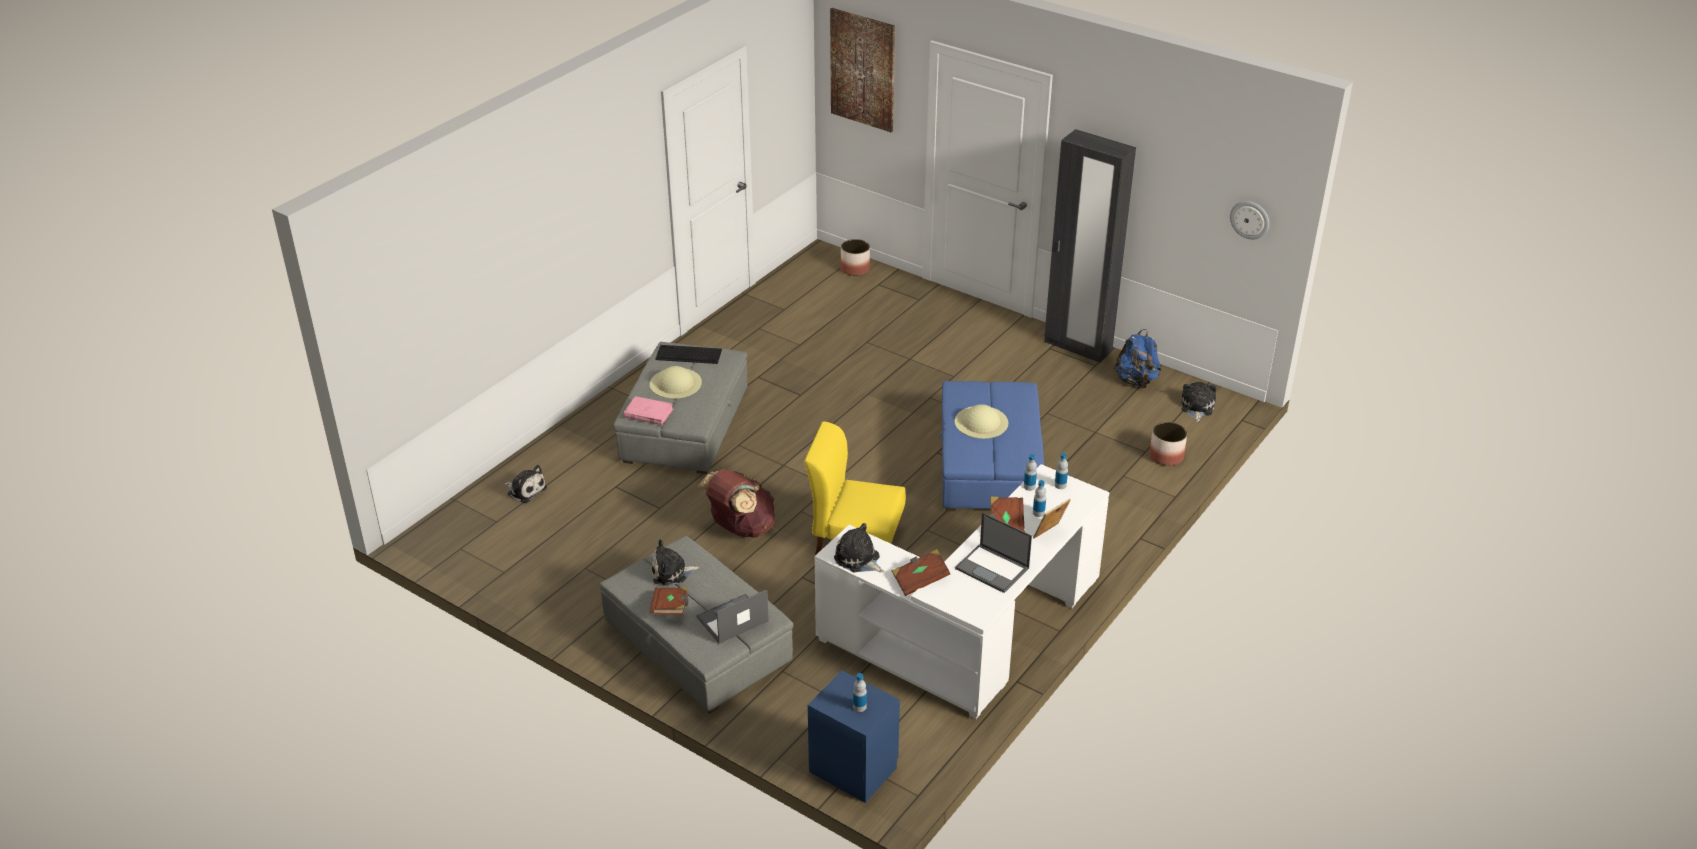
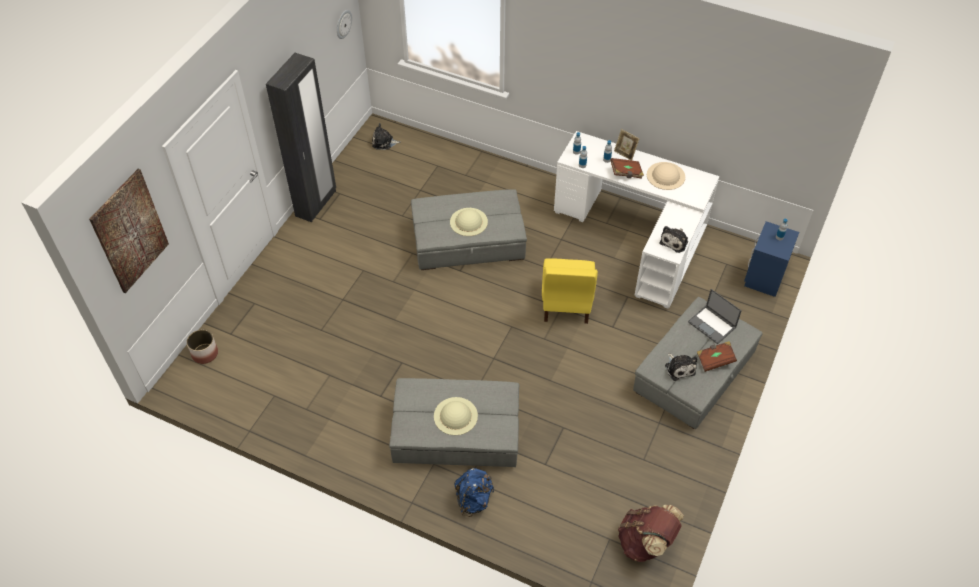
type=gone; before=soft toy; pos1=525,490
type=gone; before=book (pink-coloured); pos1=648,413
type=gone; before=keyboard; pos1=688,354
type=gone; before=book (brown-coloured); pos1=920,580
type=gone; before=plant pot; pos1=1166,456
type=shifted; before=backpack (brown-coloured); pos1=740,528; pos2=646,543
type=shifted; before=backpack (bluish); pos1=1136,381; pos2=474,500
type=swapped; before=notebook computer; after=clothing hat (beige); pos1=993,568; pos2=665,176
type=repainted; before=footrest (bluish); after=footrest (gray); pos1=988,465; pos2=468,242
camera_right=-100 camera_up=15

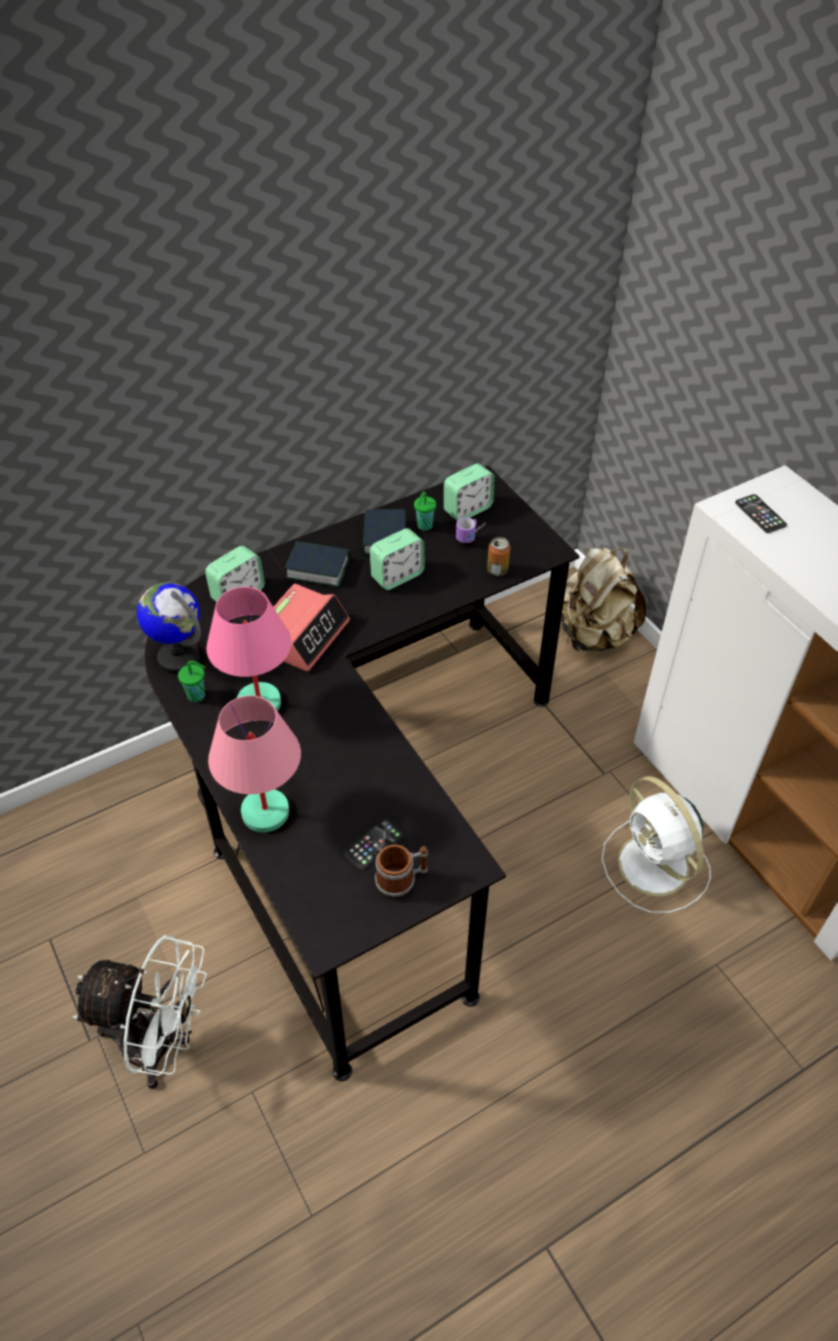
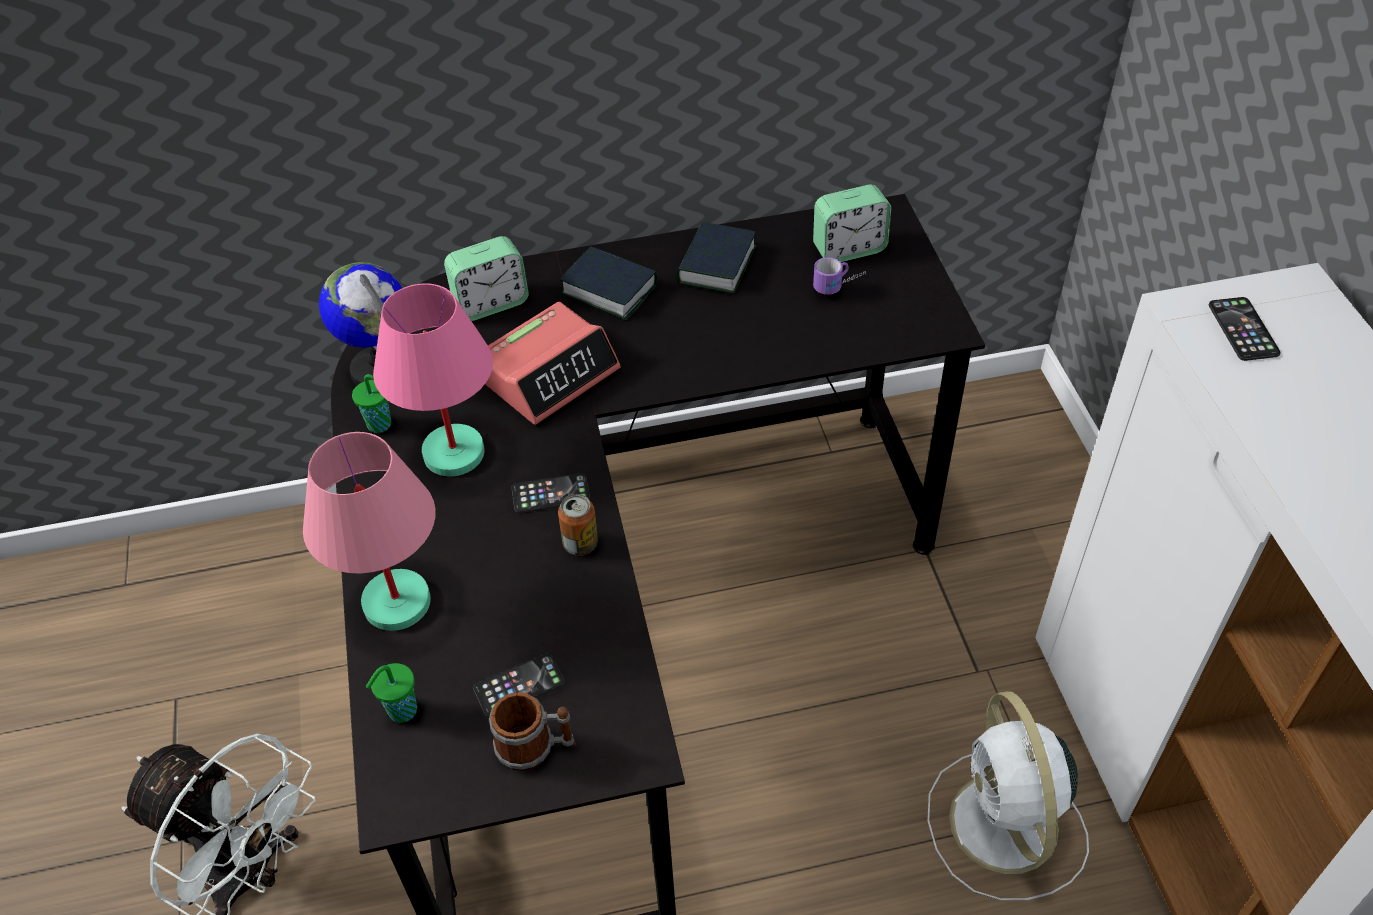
type=gone; before=table clock; pos1=397,576
type=gone; before=backpack (beige); pos1=593,635
type=new; after=handset; pos2=550,494
type=shifted; before=drinking cup (greenish); pos1=424,526; pos2=401,711
type=shifted; before=metal can; pos1=497,570; pos2=580,544
camera_right=20 camera_up=0

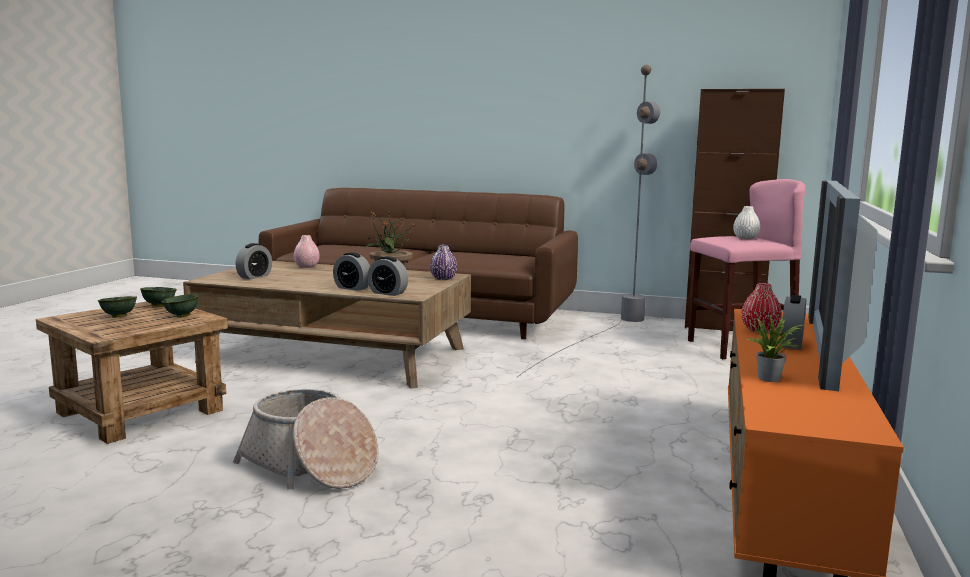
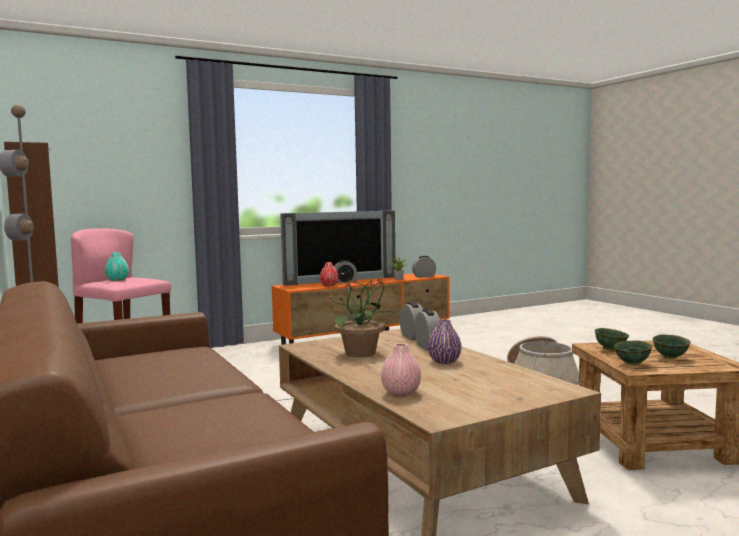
type=shifted; before=table clock; pos1=254,276; pos2=424,276
type=shifted; before=decorative vase (purplish); pos1=443,278; pos2=444,361
type=repainted; before=decorative vase (white); after=decorative vase (turquoise-coloured); pos1=745,238; pos2=117,280
camera_right=-135 camera_up=-5

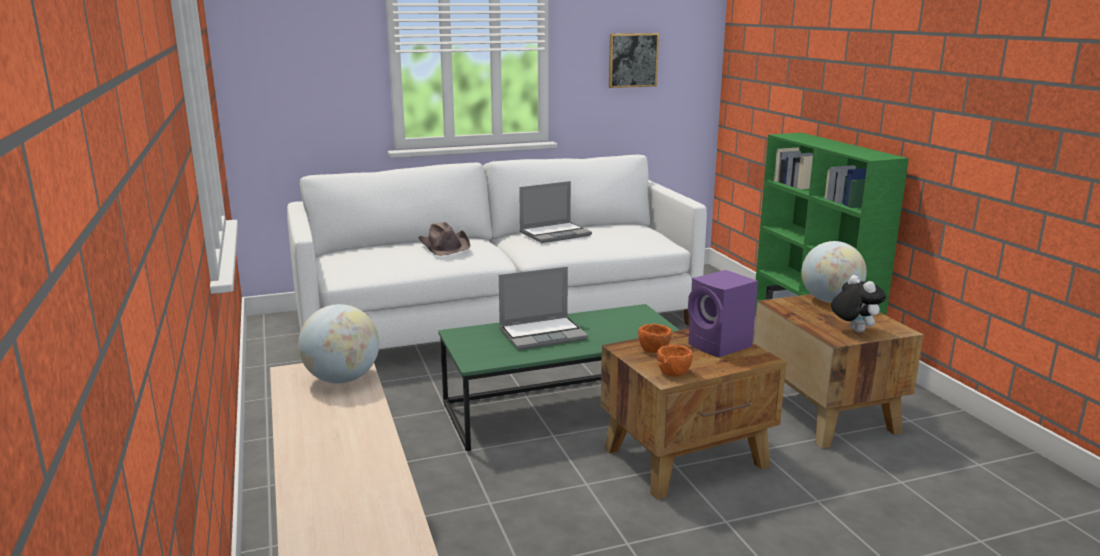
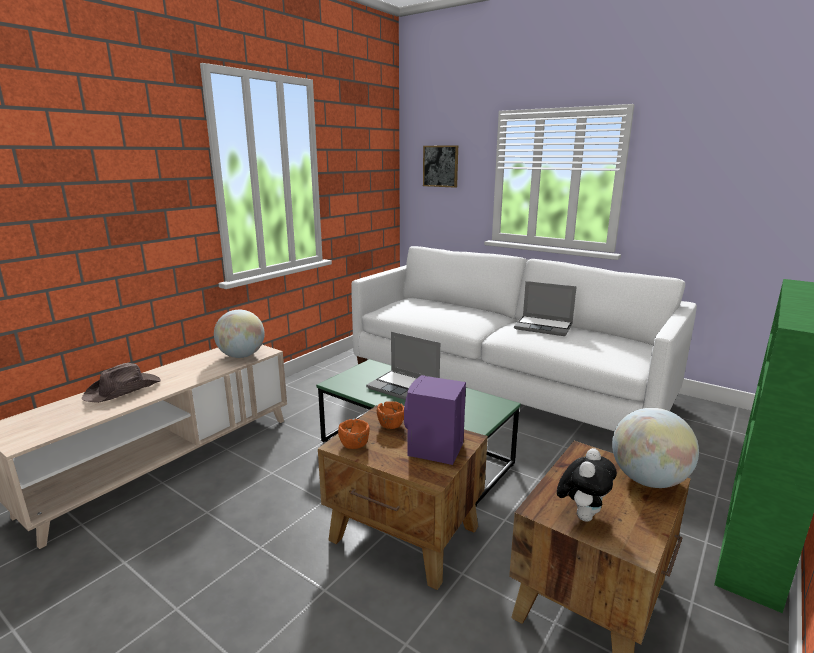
type=shifted; before=clothing hat (brown-coloured); pos1=445,246; pos2=124,390
type=shifted; before=wall art; pos1=633,60; pos2=440,166
camera_right=55 camera_up=0

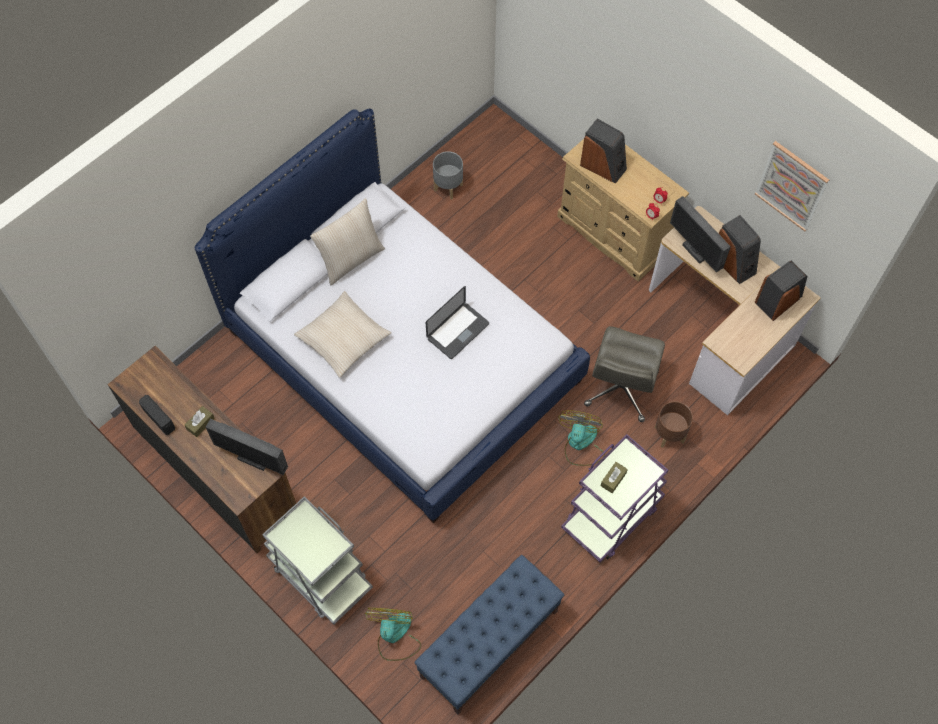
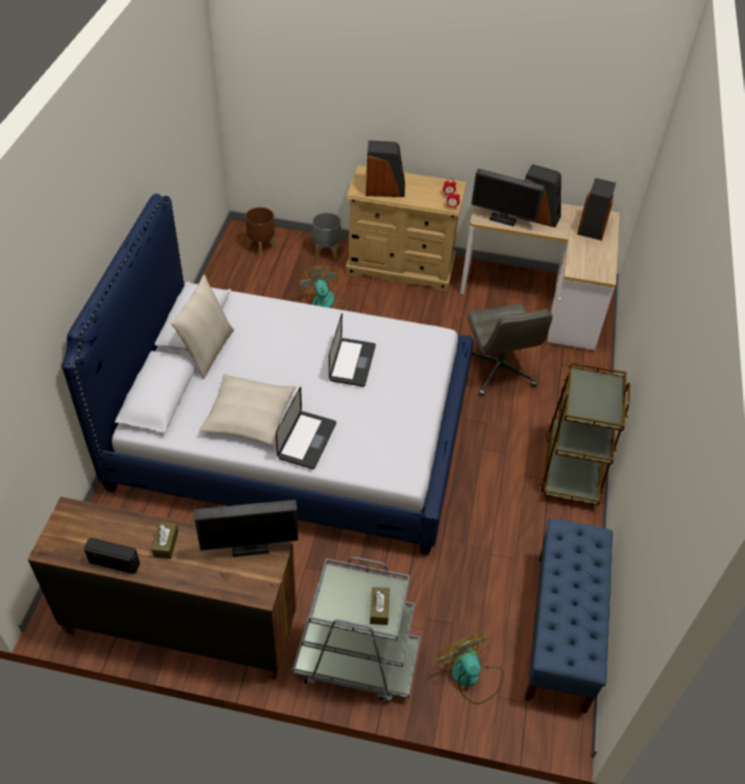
type=gone; before=wall art; pos1=791,186
type=new; after=notebook computer; pos2=307,440
type=shifted; before=plant pot (gray); pos1=448,187; pos2=326,251
type=shifted; before=cooling fan; pos1=580,444; pos2=326,306
type=shifted; before=box of tissues (brown-coloured); pos1=613,479; pos2=379,609
type=shifted; before=plant pot (brown-coloured); pos1=669,434; pos2=261,246
type=repainted; before=wheeled cart (purplish); after=wheeled cart (brown-coloured); pos1=611,516; pos2=572,468
camera_right=-35 camera_up=-15

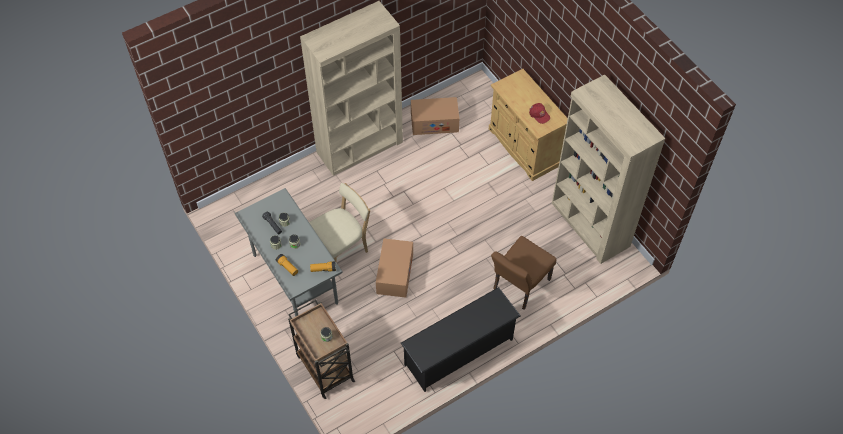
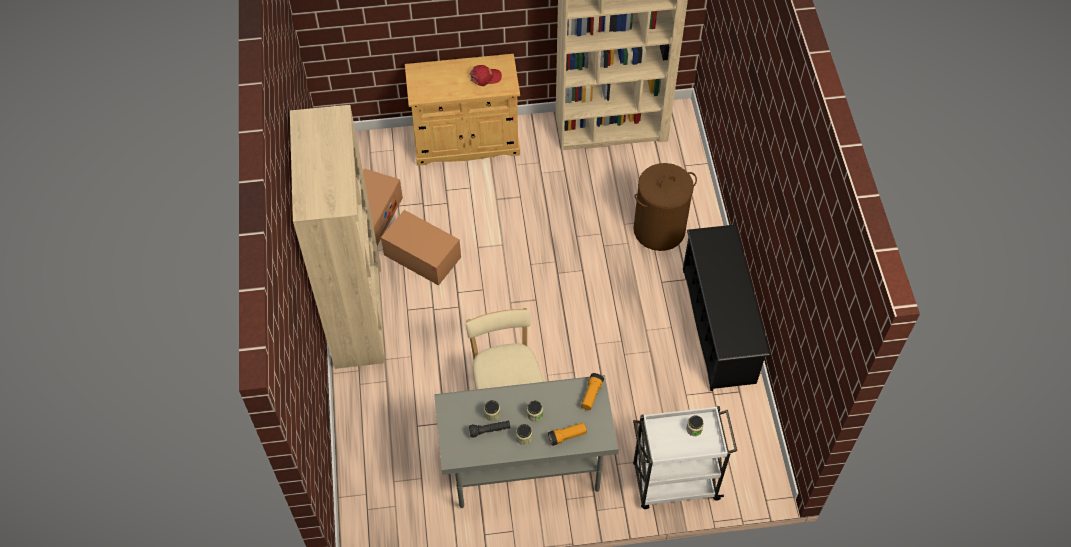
type=shifted; before=carton; pos1=395,273; pos2=422,256
type=swapped; before=chair (brown-coloured); after=washing basket (brown-coloured); pos1=518,287; pos2=659,230
type=repainted; before=wheeled cart (brown-coloured); after=wheeled cart (white); pos1=324,367; pos2=673,482
camera_right=-65 camera_up=0

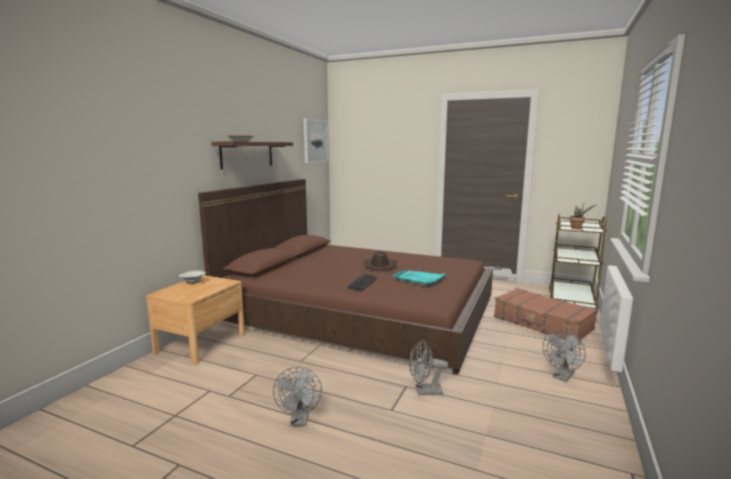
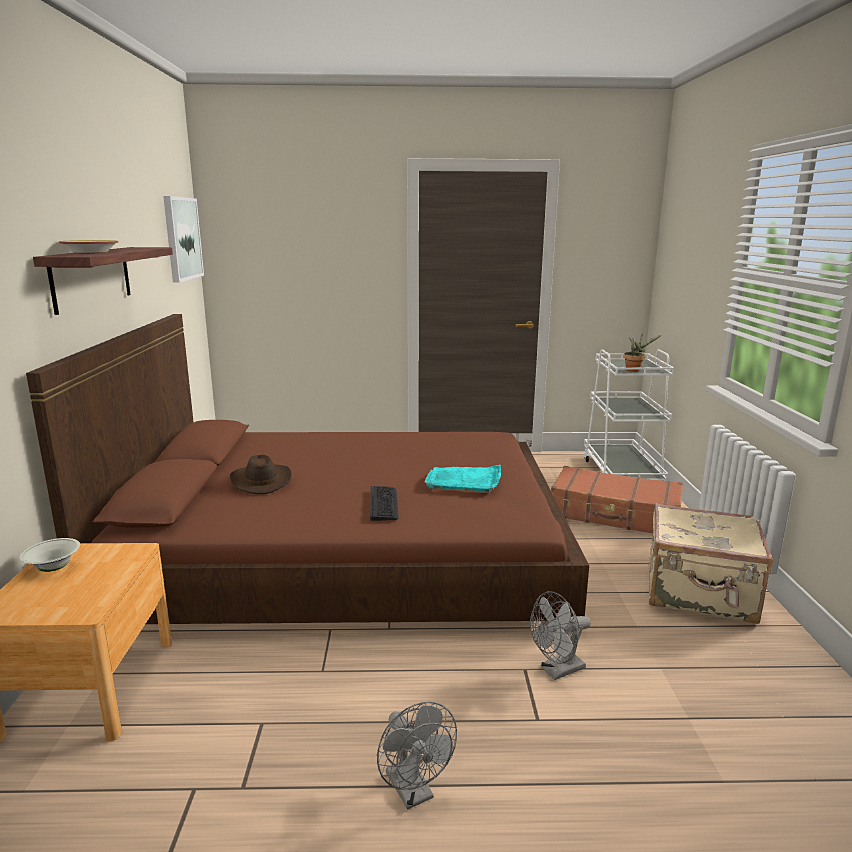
type=shifted; before=clothing hat (brown-coloured); pos1=380,265; pos2=260,481
type=swapped; before=cooling fan (gray); after=piece of luggage (beige); pos1=562,377; pos2=700,594
type=repainted; before=wheeled cart (brown-coloured); after=wheeled cart (white); pos1=571,302; pos2=621,472
camera_right=-25 camera_up=5

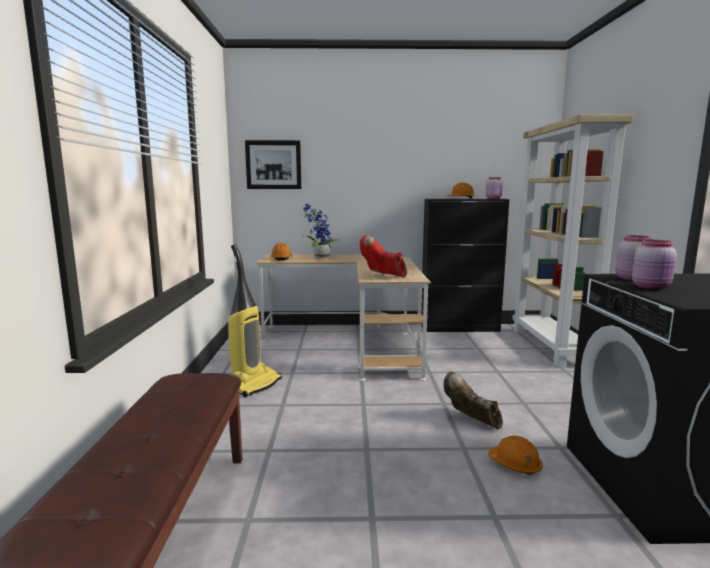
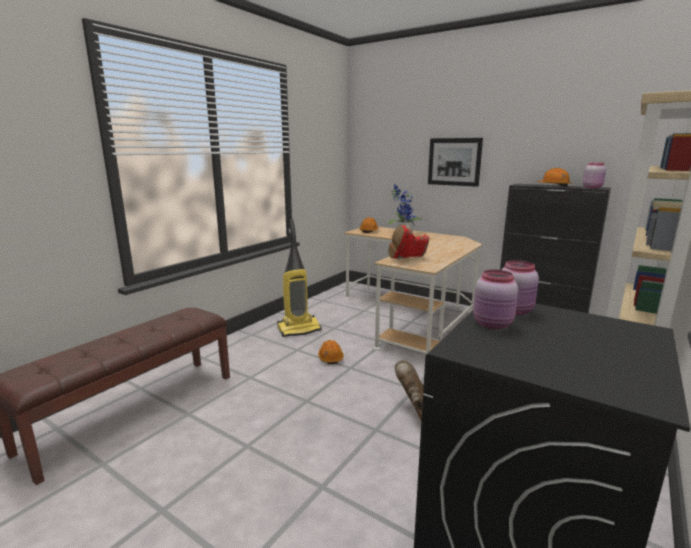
type=shifted; before=wall art; pos1=273,164; pos2=454,162
type=shifted; before=safety helmet (orange-coloured); pos1=515,464; pos2=330,358
type=rotated; before=high-top boot (reddish); pos1=383,276; pos2=407,260; turn=-105
camera_right=35 camera_up=5

